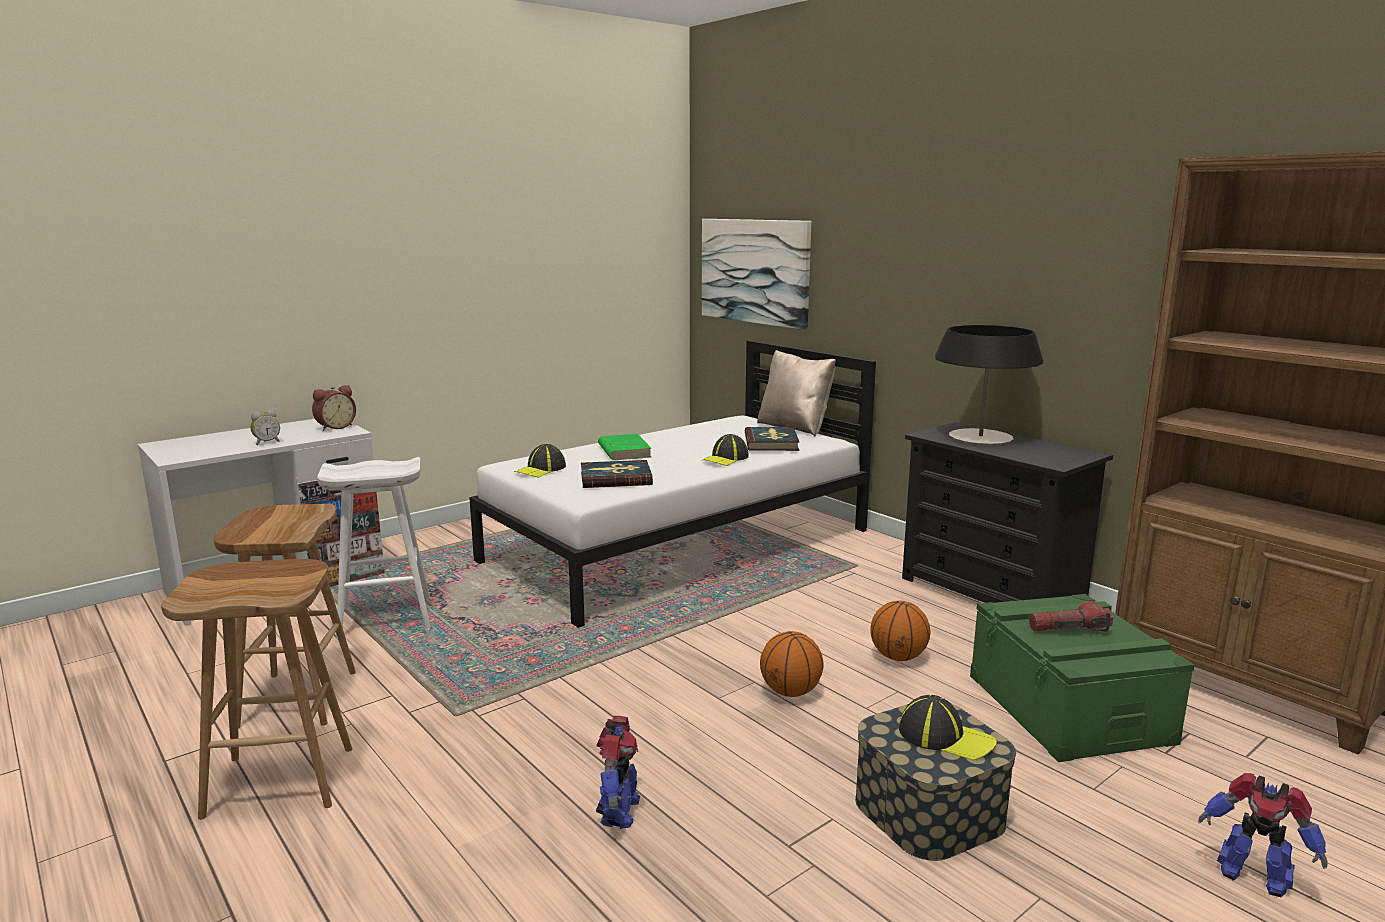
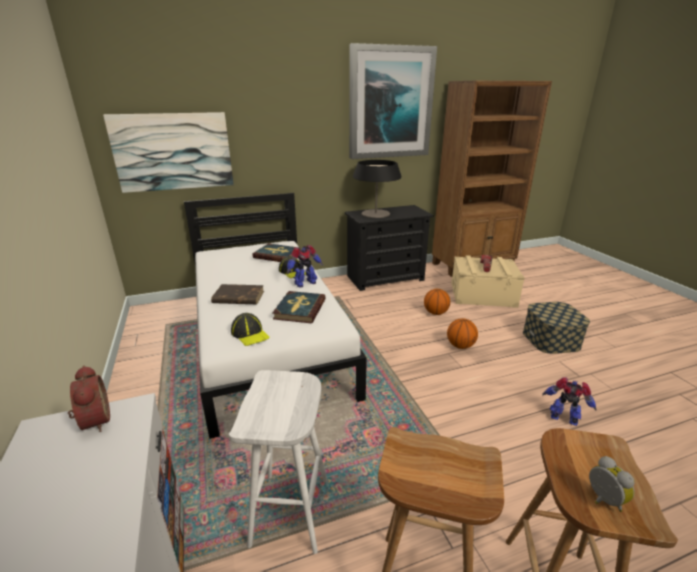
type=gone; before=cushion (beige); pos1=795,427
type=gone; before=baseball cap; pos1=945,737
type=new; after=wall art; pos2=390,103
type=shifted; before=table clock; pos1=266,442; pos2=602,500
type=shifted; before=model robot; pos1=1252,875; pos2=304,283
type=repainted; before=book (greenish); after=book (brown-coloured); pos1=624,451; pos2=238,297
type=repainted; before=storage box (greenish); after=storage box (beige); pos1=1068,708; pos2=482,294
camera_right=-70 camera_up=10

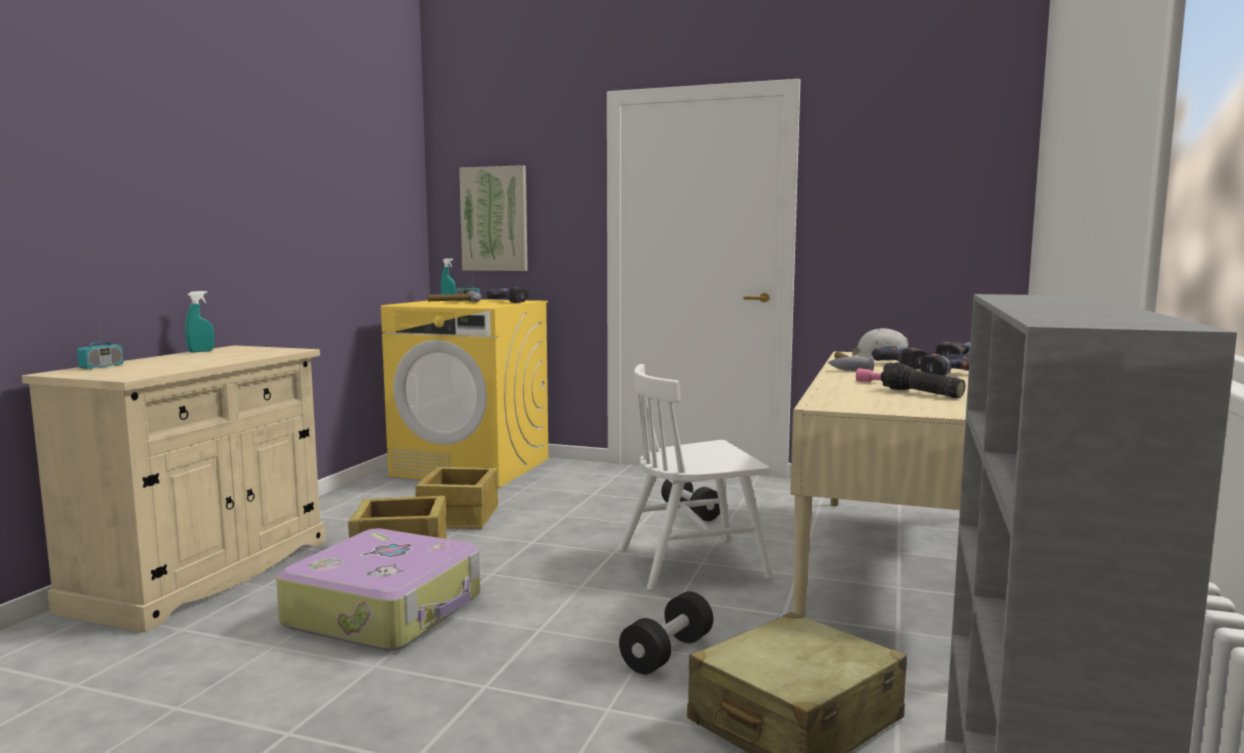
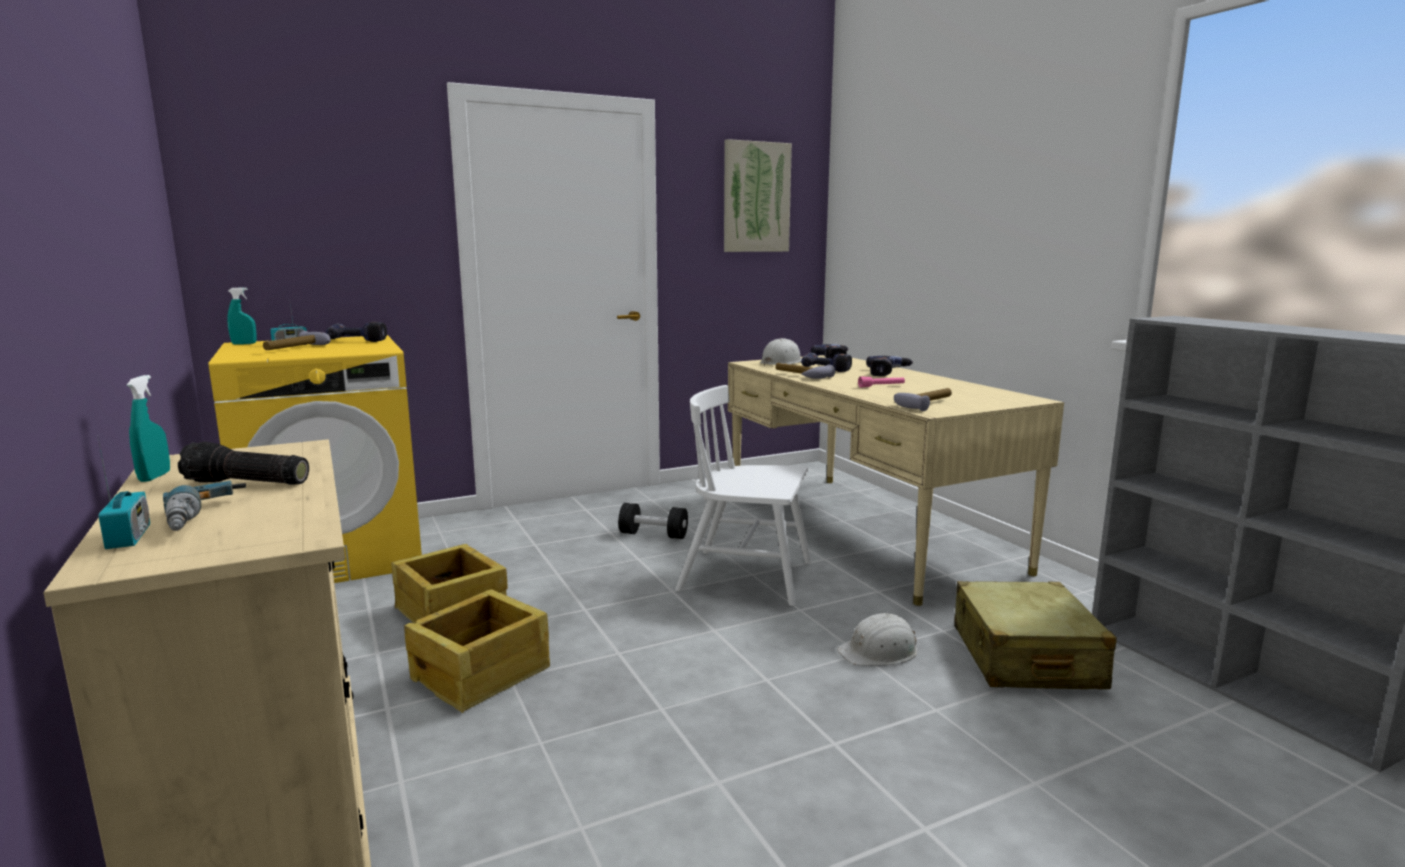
type=gone; before=piece of luggage; pos1=387,610
type=new; after=drill; pos2=208,518
type=new; after=hammer; pos2=924,404
type=shifted; before=wall art; pos1=494,219; pos2=756,197
type=shifted; before=hand torch; pos1=920,393; pos2=245,483
type=swapped; before=hand weight (black-coloured); after=safety helmet (white); pos1=667,653; pos2=879,651
type=rotated; before=chair (white); pos1=693,563; pos2=747,576; turn=75
camera_right=-45 camera_up=5

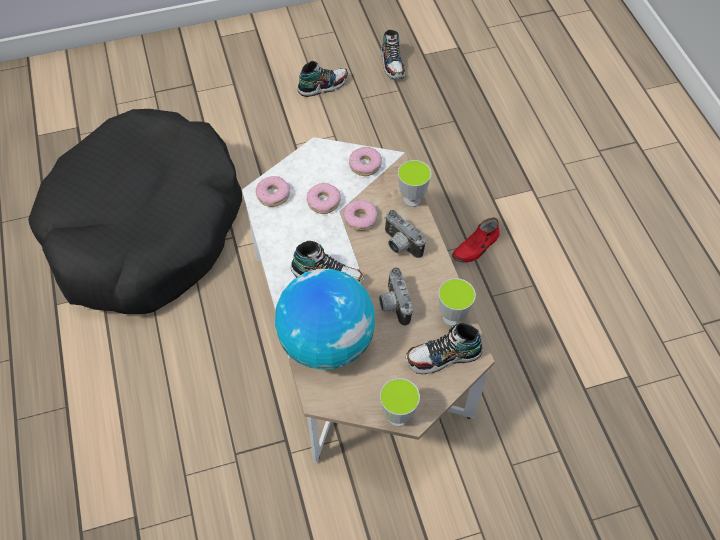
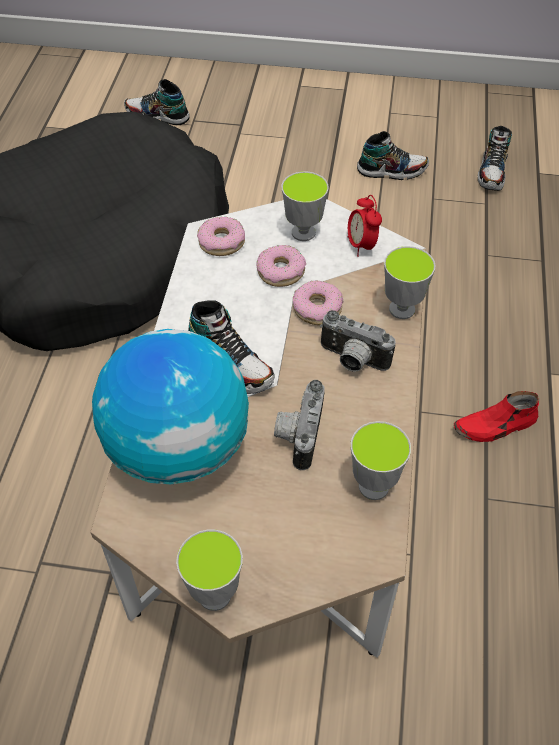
type=new; after=drinking cup; pos2=303,233
type=shifted; before=low shoe; pos1=443,357; pos2=157,117
type=swapped; before=donut; after=table clock; pos1=365,165; pos2=361,245
type=rotated; before=photo camera; pos1=399,245; pos2=352,360; turn=-45
camera_right=25 camera_up=-5

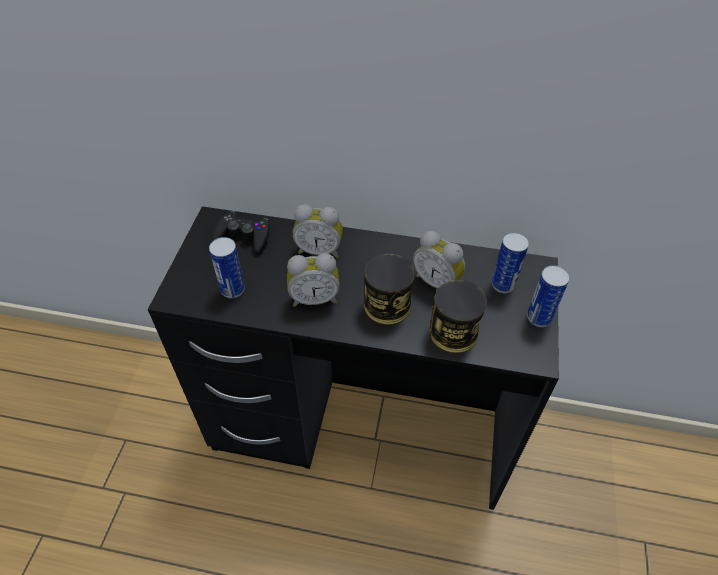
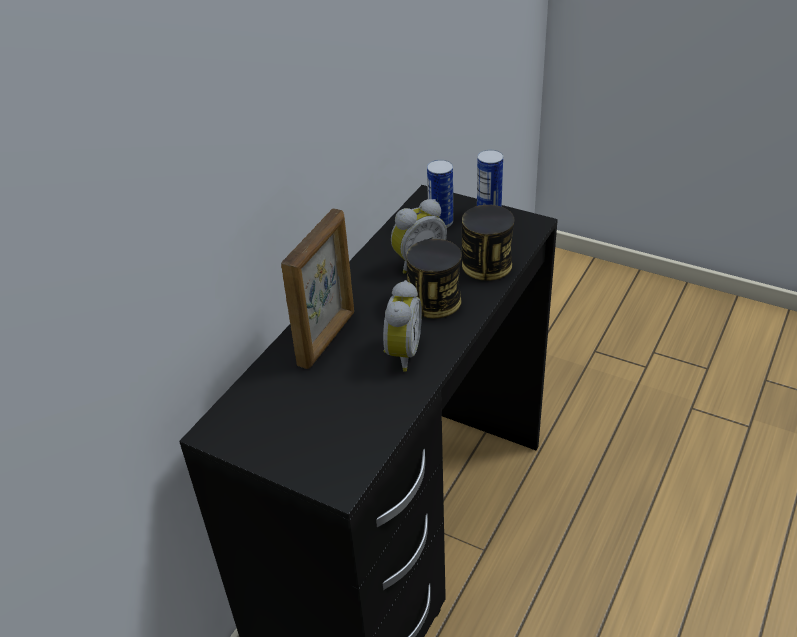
type=gone; before=metal can; pos1=232,290
type=gone; before=game controller (black-coloured); pos1=243,237
type=swapped; before=table clock; after=photo frame; pos1=319,250; pos2=327,338
camera_right=-70 camera_up=-10

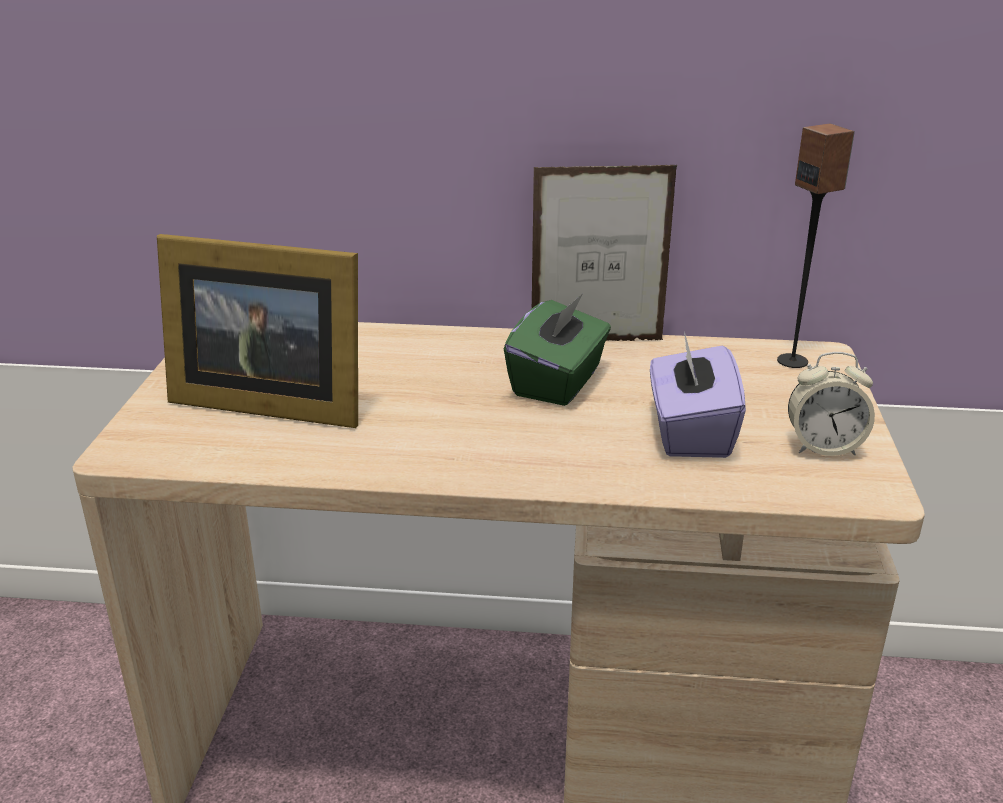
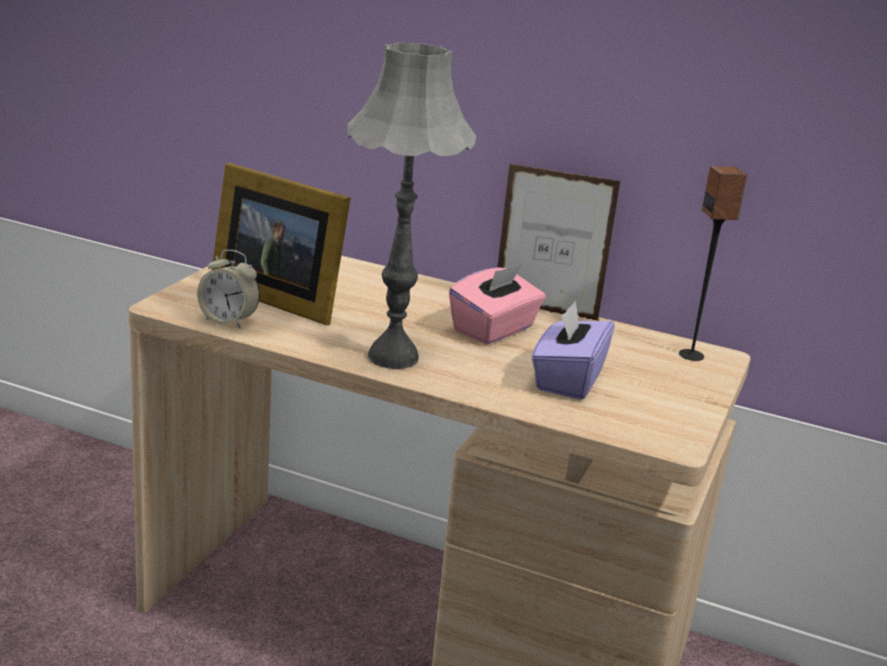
type=new; after=tabletop lamp (gray); pos2=393,357
type=shifted; before=table clock; pos1=823,447; pos2=228,321
type=repainted; before=box of tissues (greenish); after=box of tissues (pink-coloured); pos1=558,382; pos2=494,330
camera_right=15 camera_up=-5

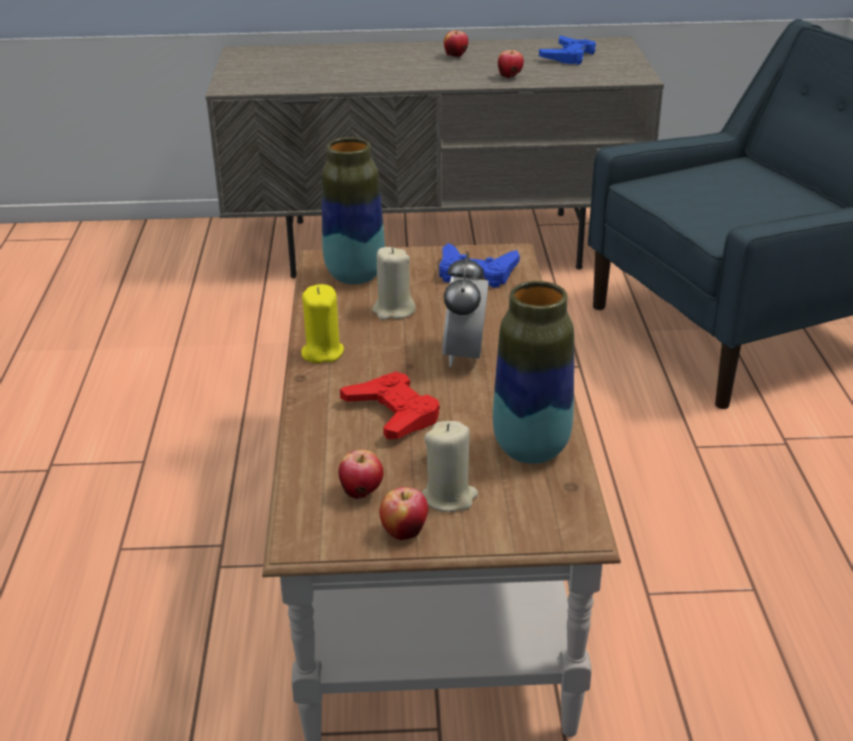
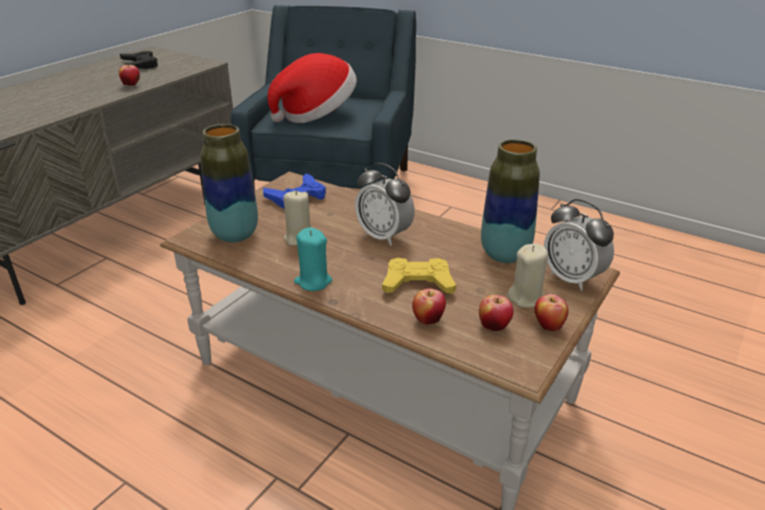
type=new; after=clothing hat; pos2=316,114
type=new; after=table clock; pos2=572,278
type=shifted; before=whole apple; pos1=456,57; pos2=428,320
type=repainted; before=wax light (yellow-coloured); after=wax light (turquoise-coloured); pos1=322,352; pos2=313,281
type=repainted; before=game controller (reddish); after=game controller (yellow-coloured); pos1=393,413; pos2=418,283
type=repainted; before=game controller (bluish); after=game controller (black-coloured); pos1=568,56; pos2=140,65
camera_right=-55 camera_up=0

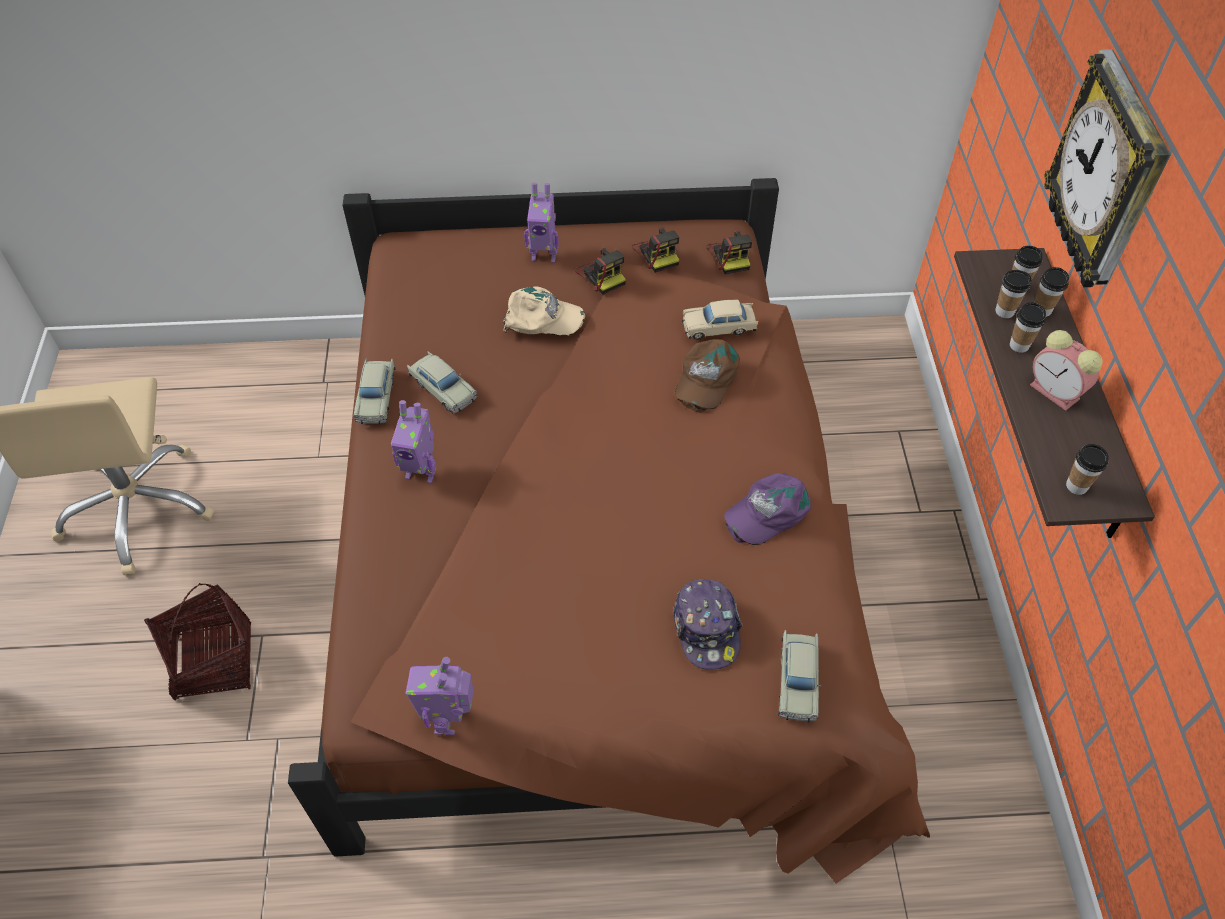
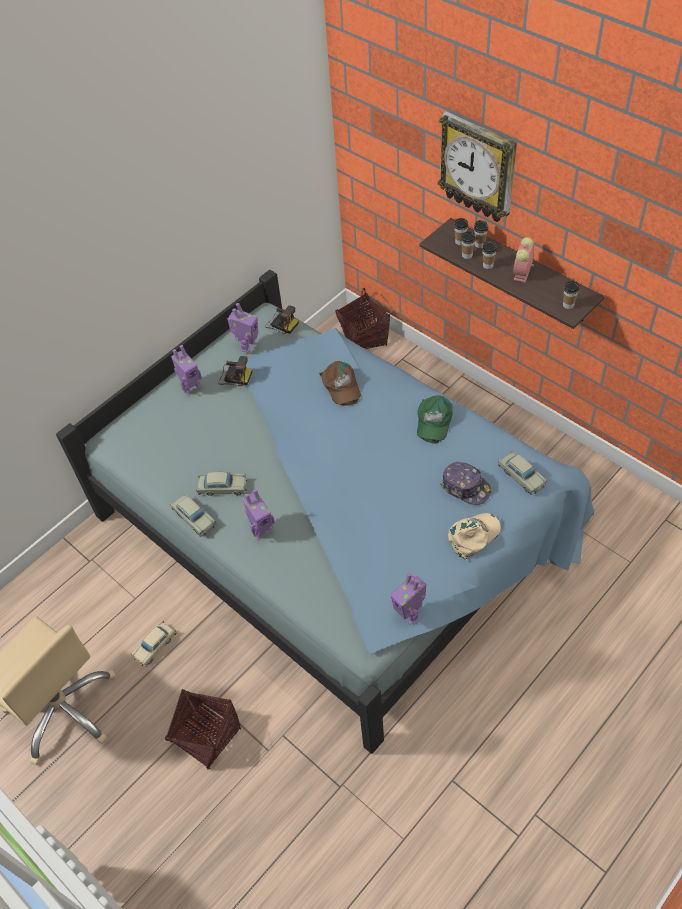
type=new; after=household basket; pos2=363,336
type=shifted; before=baseball cap (beige); pos1=543,318; pos2=473,536
type=shifted; before=toy car (beige); pos1=719,327; pos2=155,646
type=swapped; before=photo camera; after=model robot; pos1=657,253; pos2=247,347
type=repainted; before=sleeping bed (brown-coloured); after=sleeping bed (bluish); pos1=600,563; pos2=339,525
type=repainted; before=baseball cap (purplish); after=baseball cap (greenish); pos1=767,512; pos2=433,421
type=rotated; before=table clock; pos1=1056,393; pos2=522,274; turn=105
camera_right=-40 camera_up=0

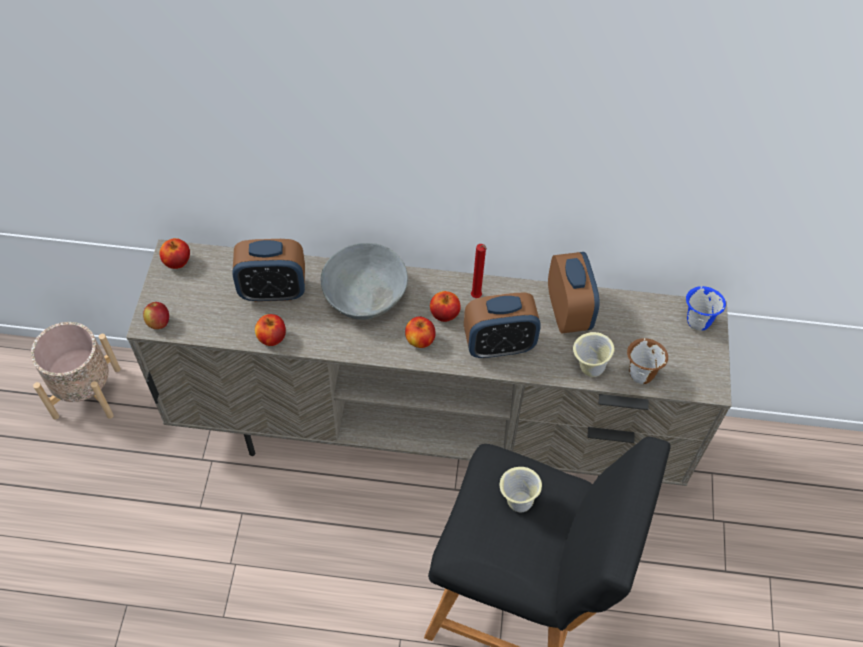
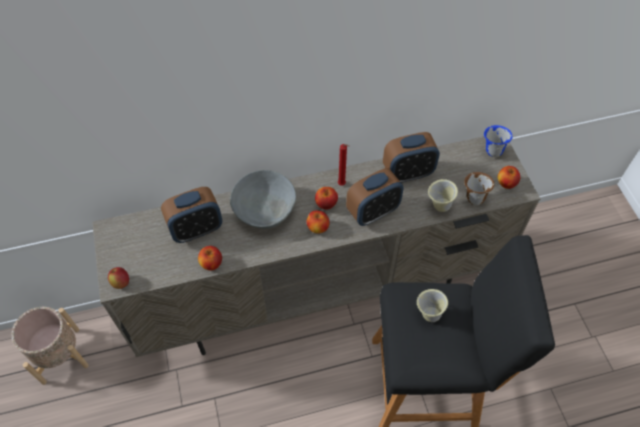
type=shifted; before=whole apple; pos1=177,262; pos2=506,183
type=rotated; before=table clock; pos1=568,312; pos2=408,173; turn=105
camera_right=-20 camera_up=0

